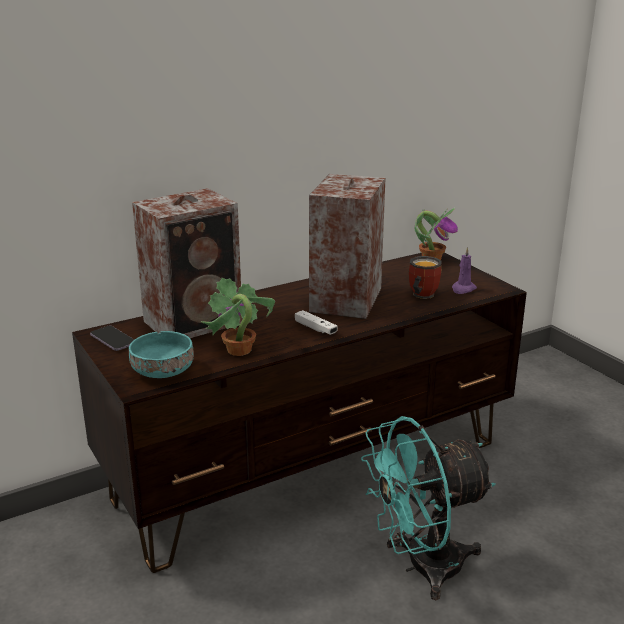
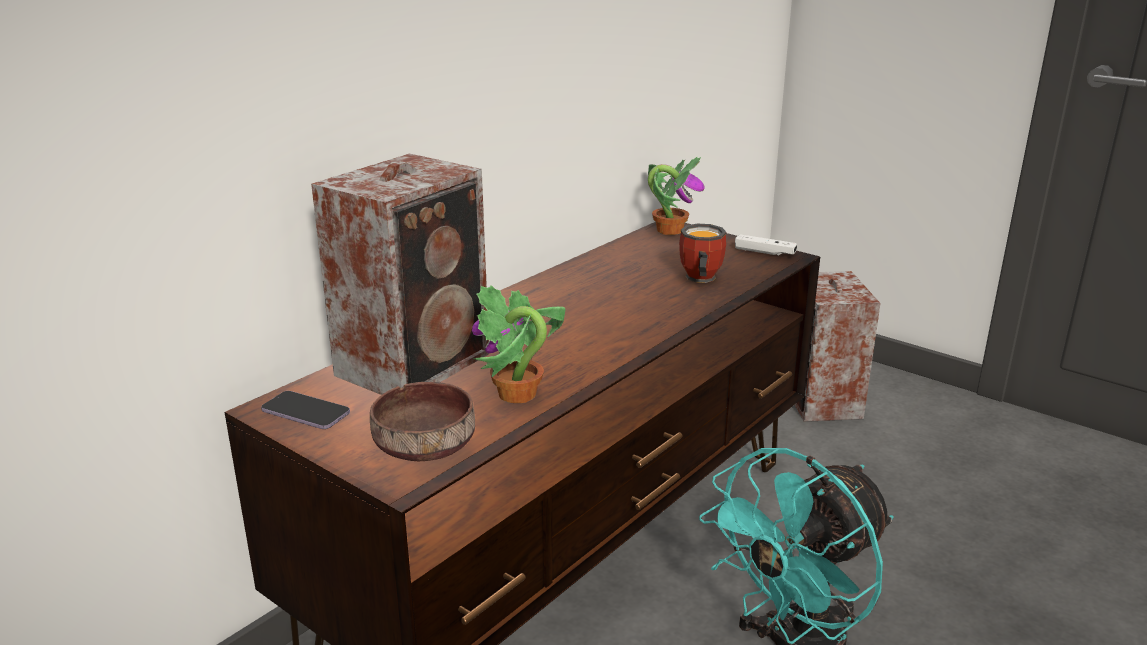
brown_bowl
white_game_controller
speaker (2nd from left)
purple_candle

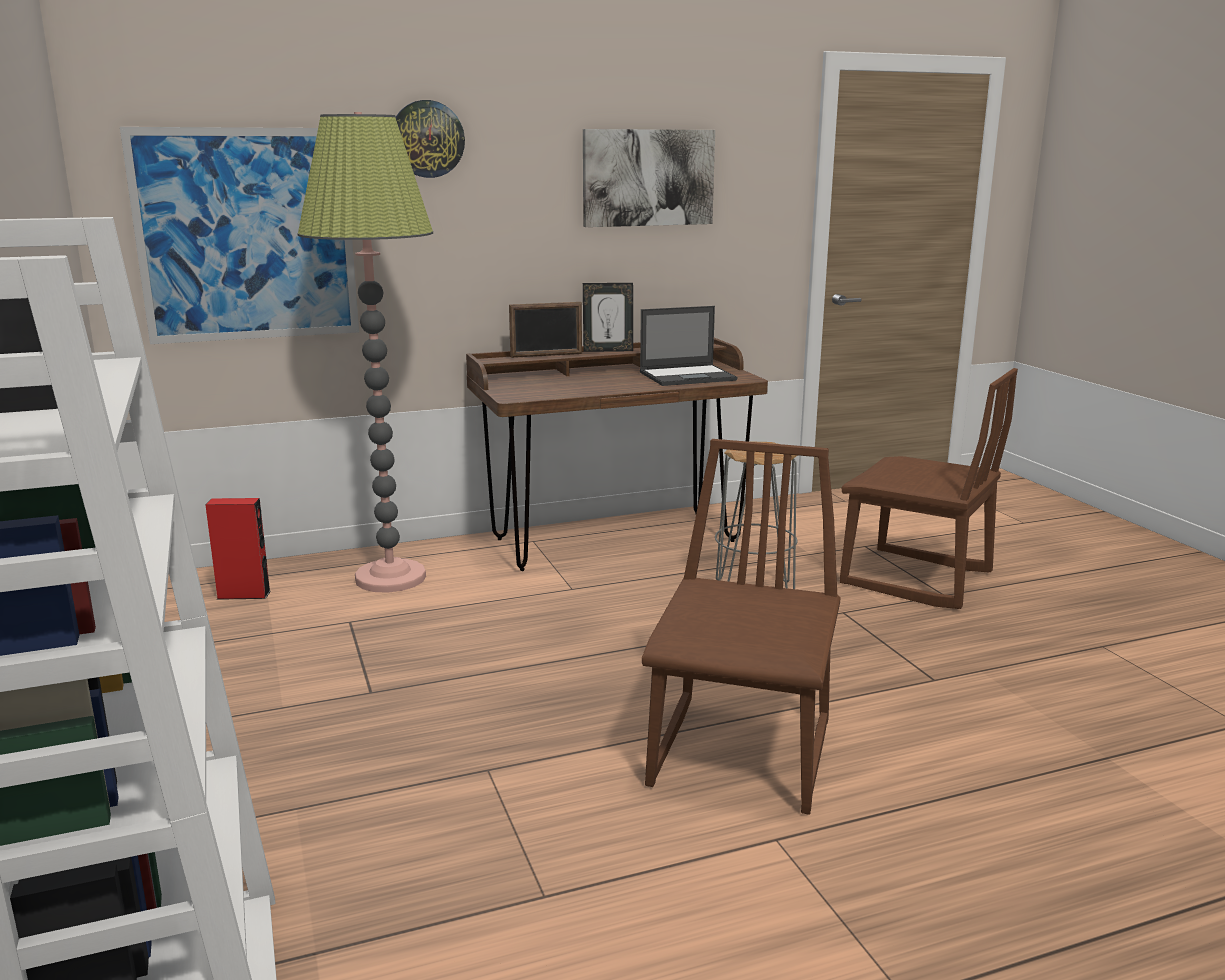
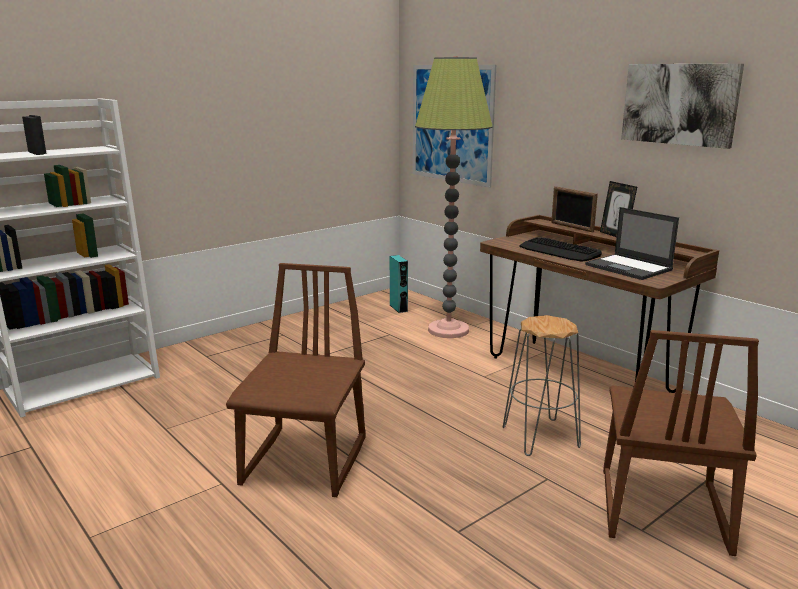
brown_chair (1st from left)
turquoise_speaker
keyboard
wall_clock

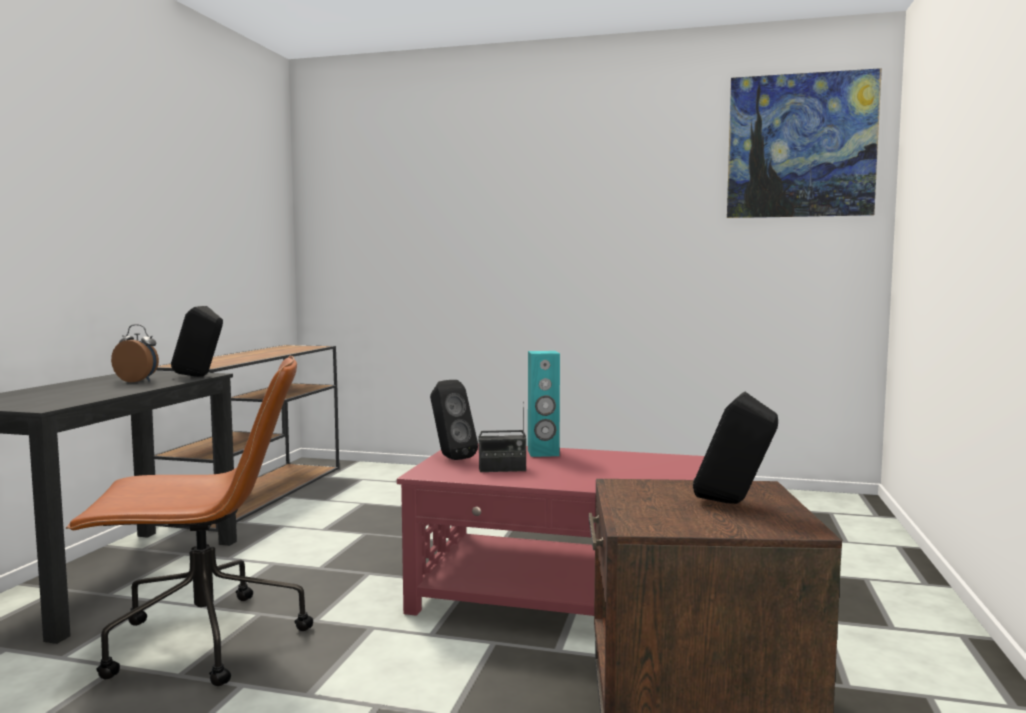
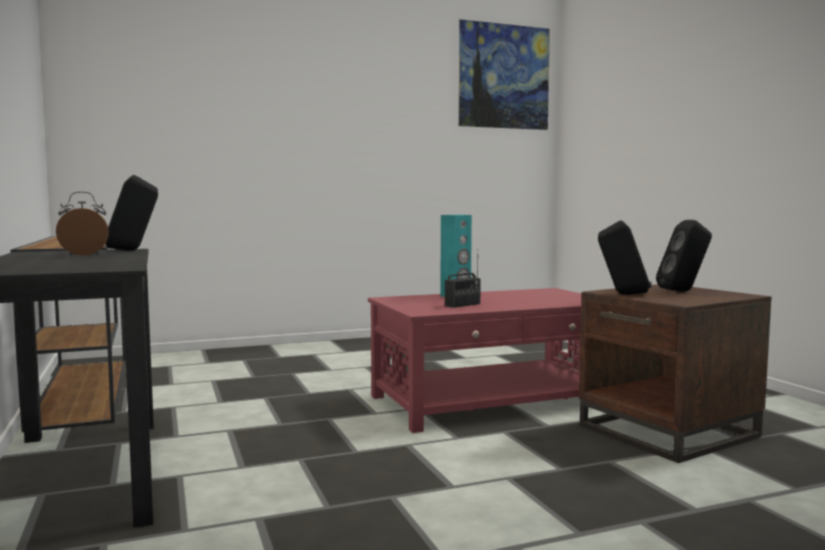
black_speaker (2nd from left)
brown_office_chair

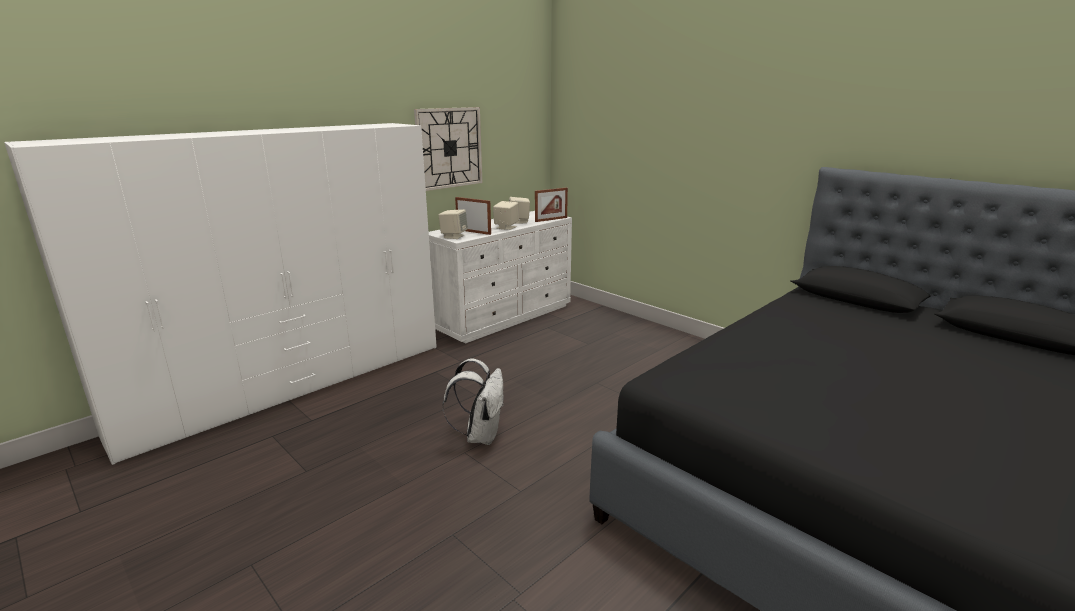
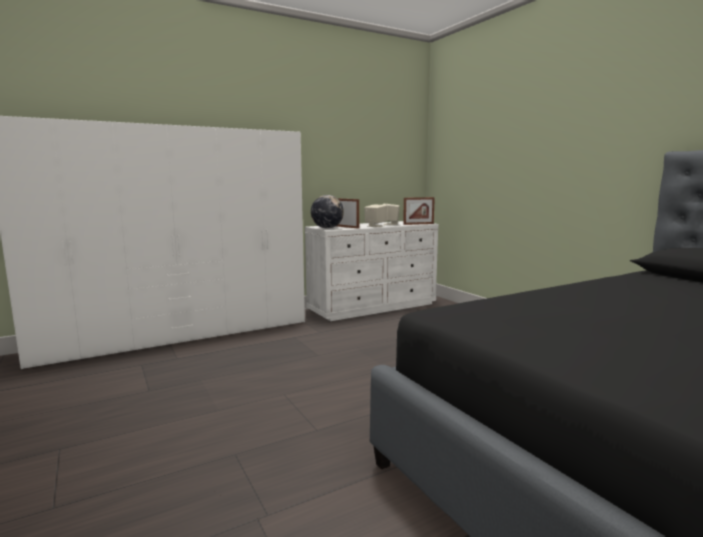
globe
wall_clock
white_backpack

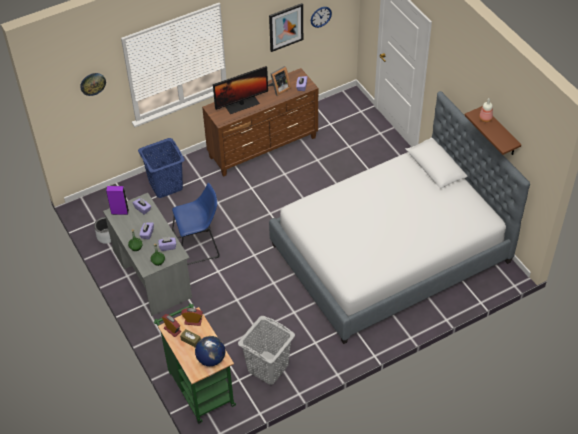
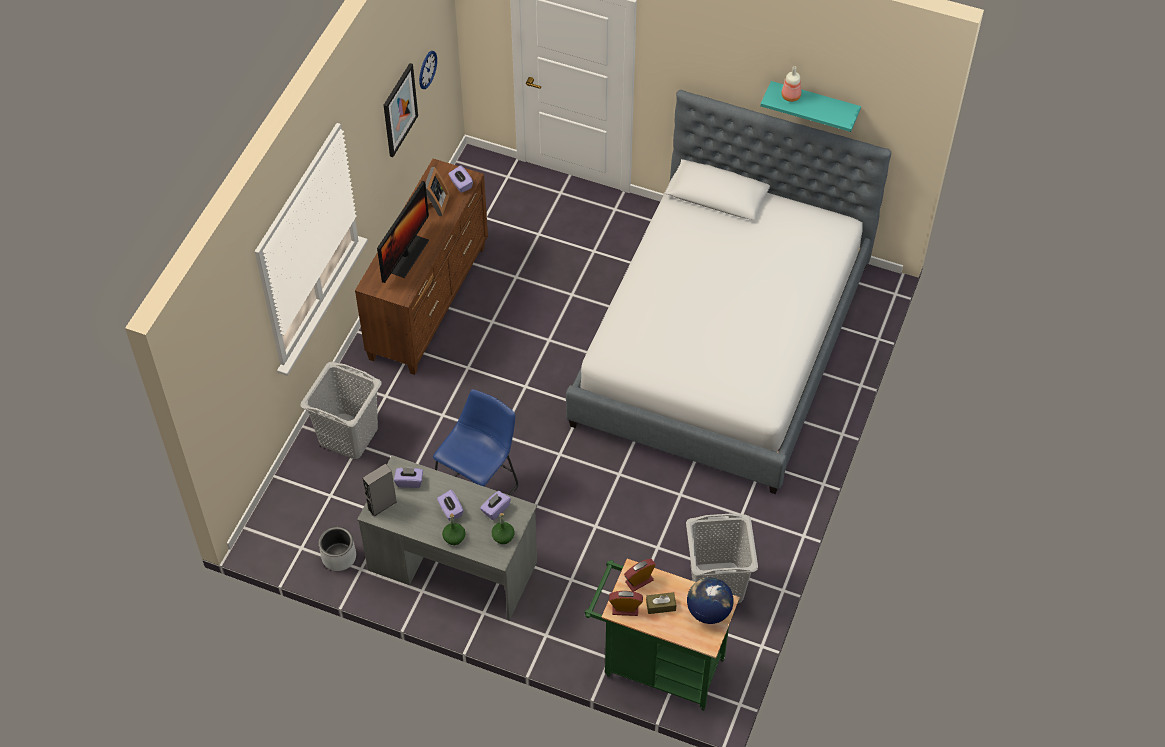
grey_laundry_basket (1st from left)
grey_speaker
turquoise_shelf
wall_clock (1st from left in the first image)

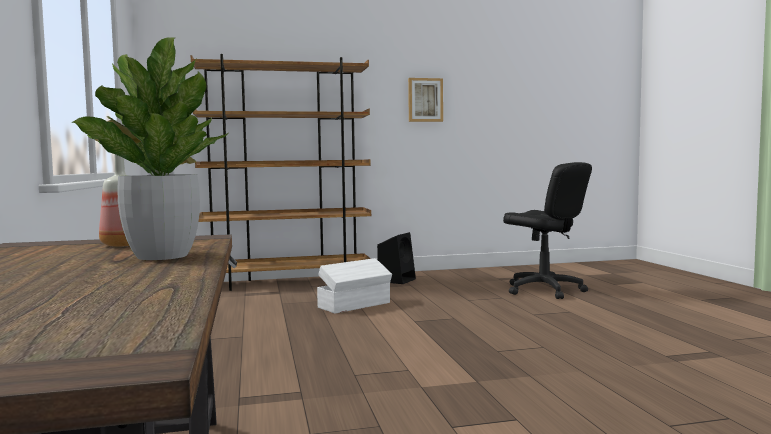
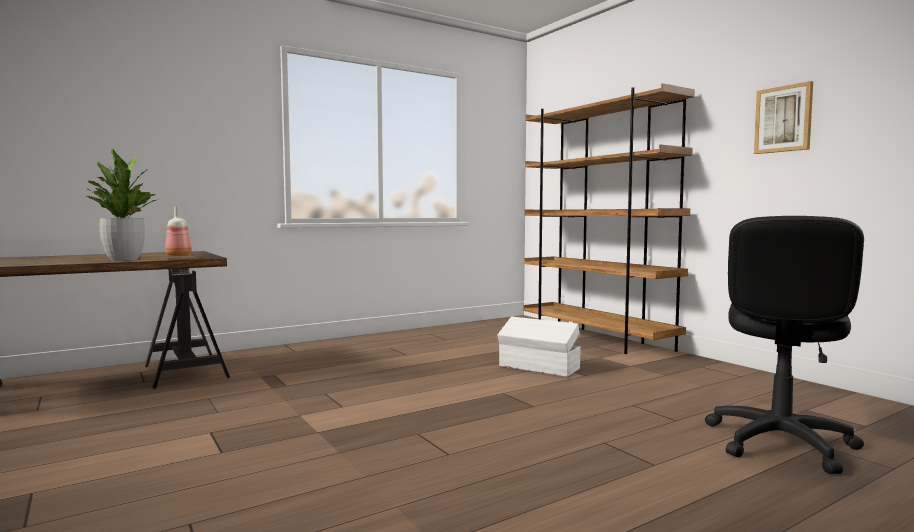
black_speaker

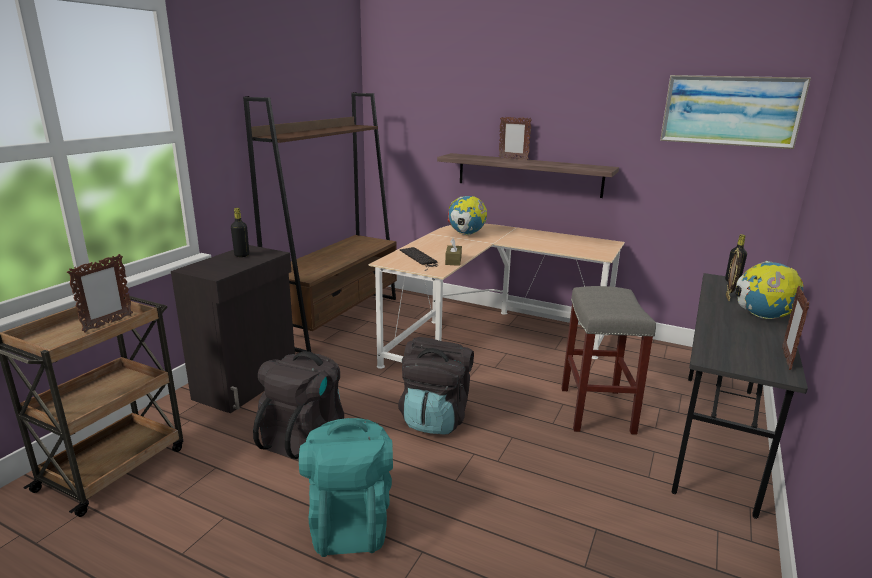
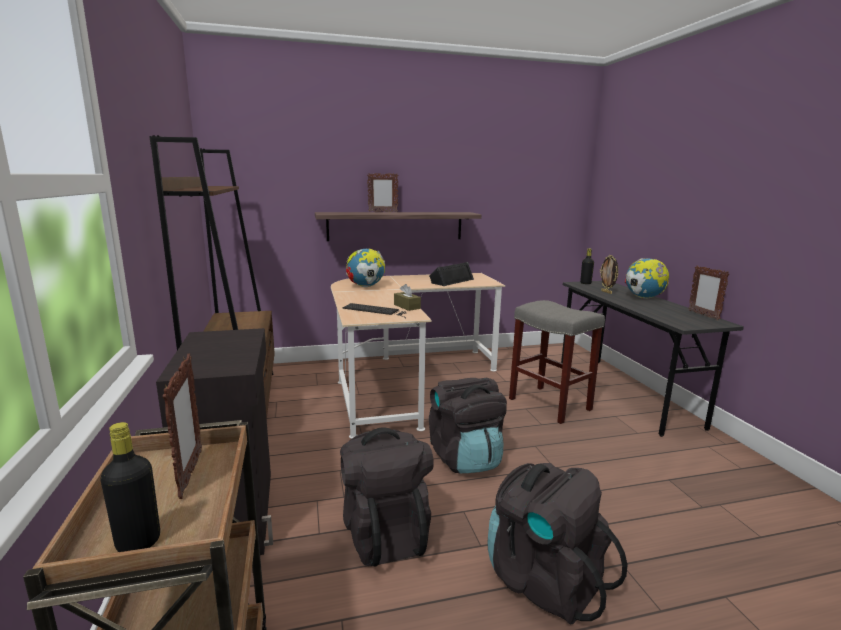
black_bottle (1st from left)
black_speaker
black_backpack (3rd from left)
picture

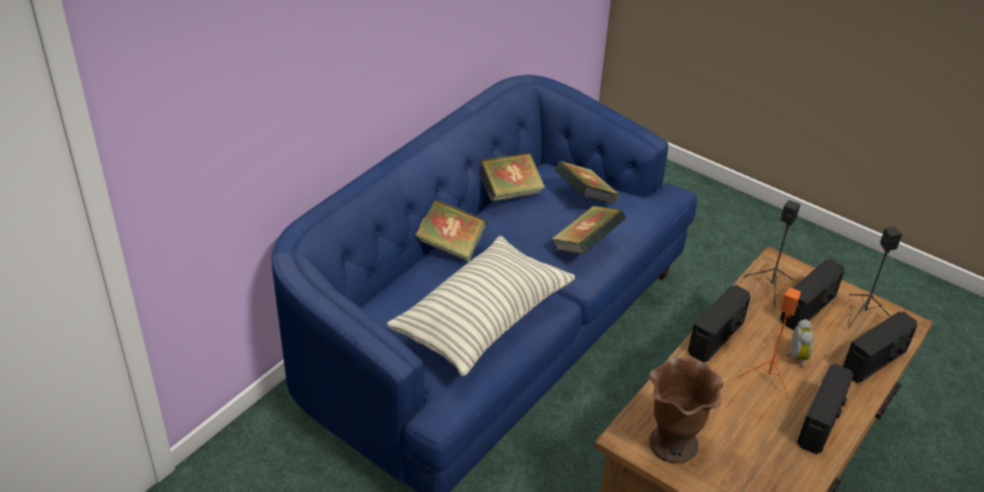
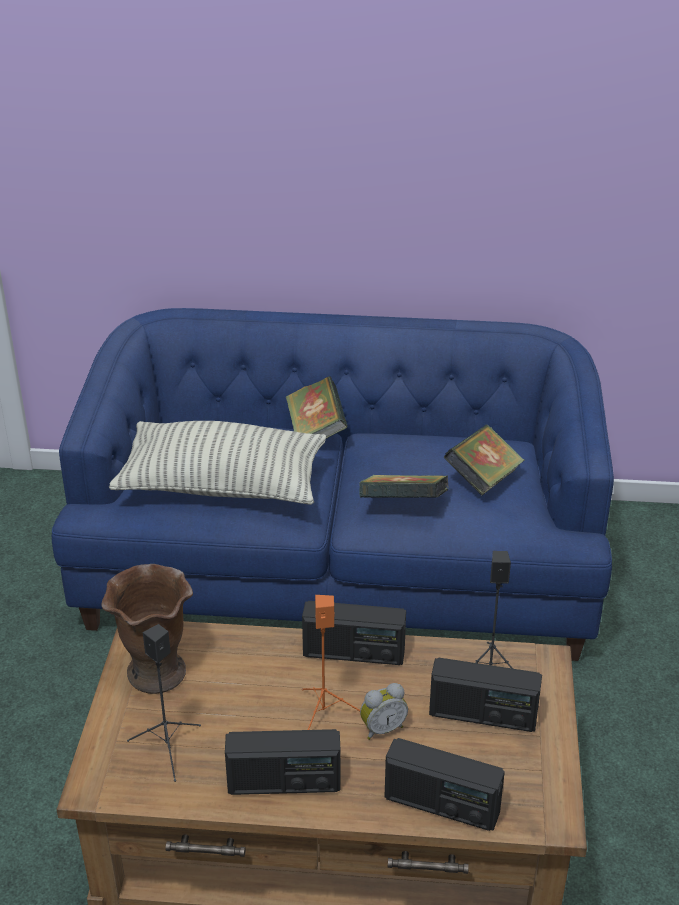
black_speaker (1st from left)
book (2nd from left in the first image)

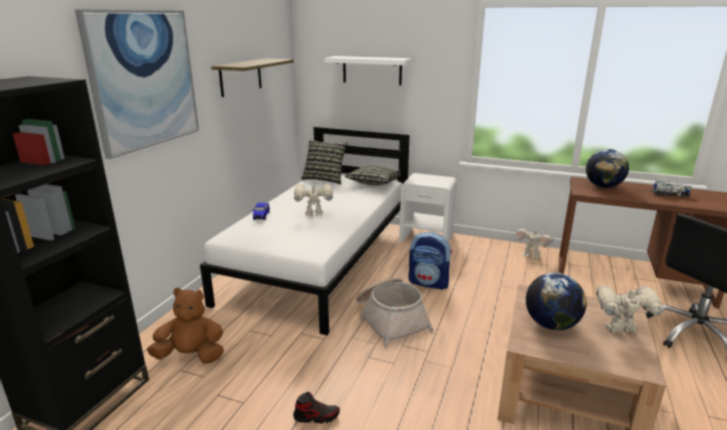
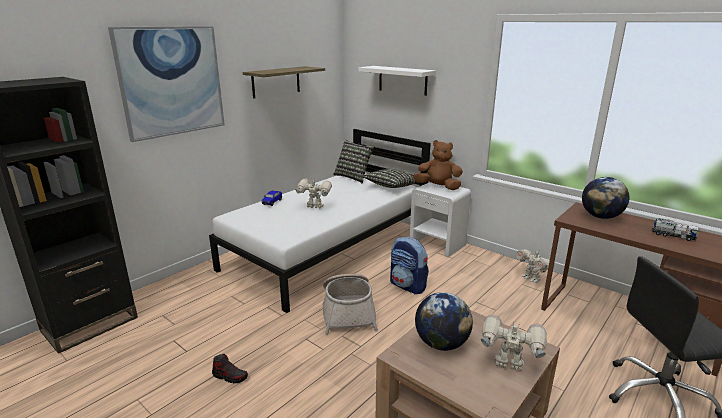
brown_plush_toy

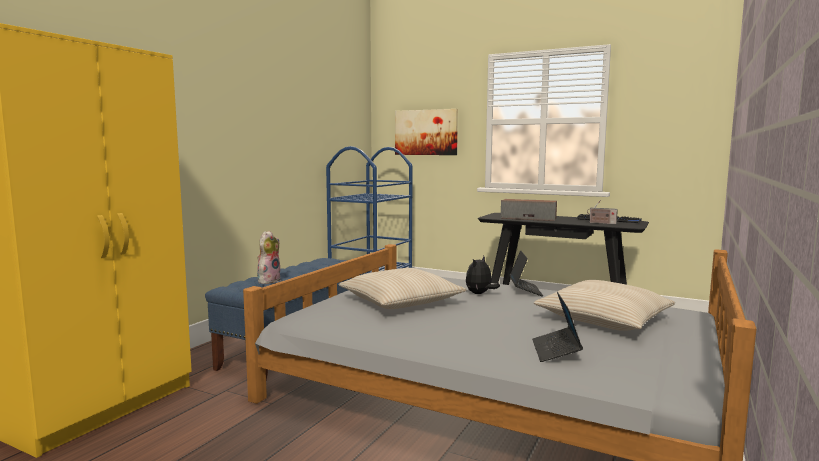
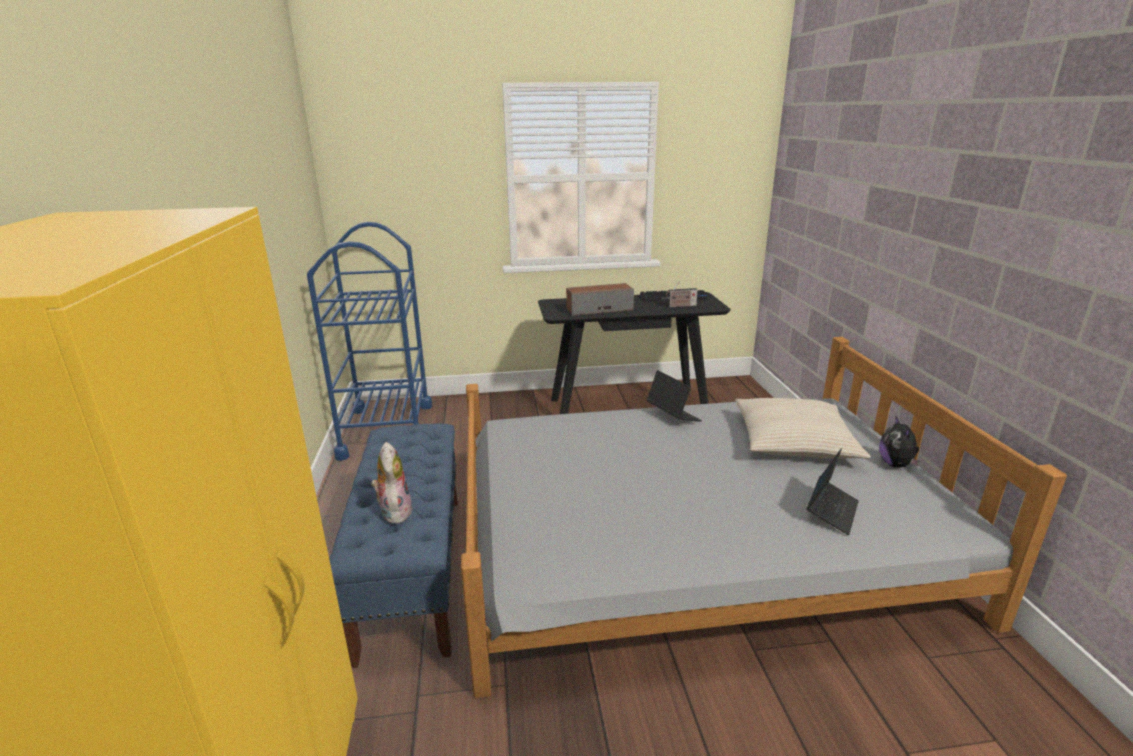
laptop (2nd from left)
plush_toy (2nd from left)
beige_pillow (1st from left in the first image)
picture

